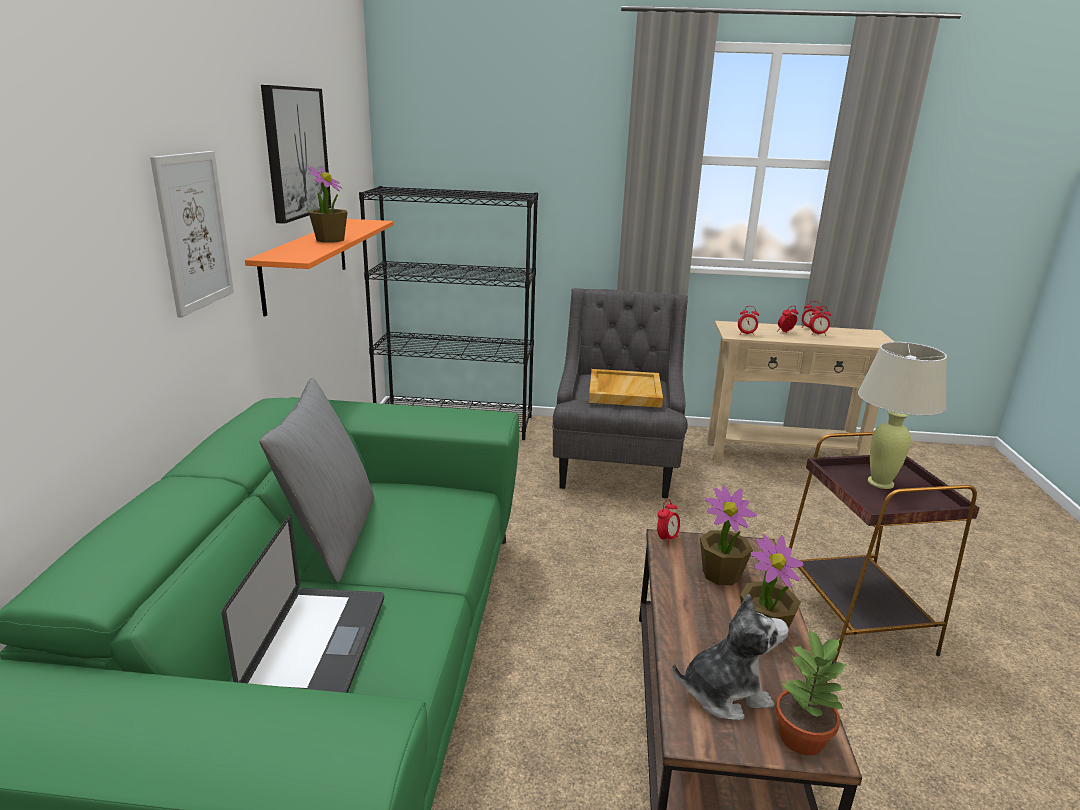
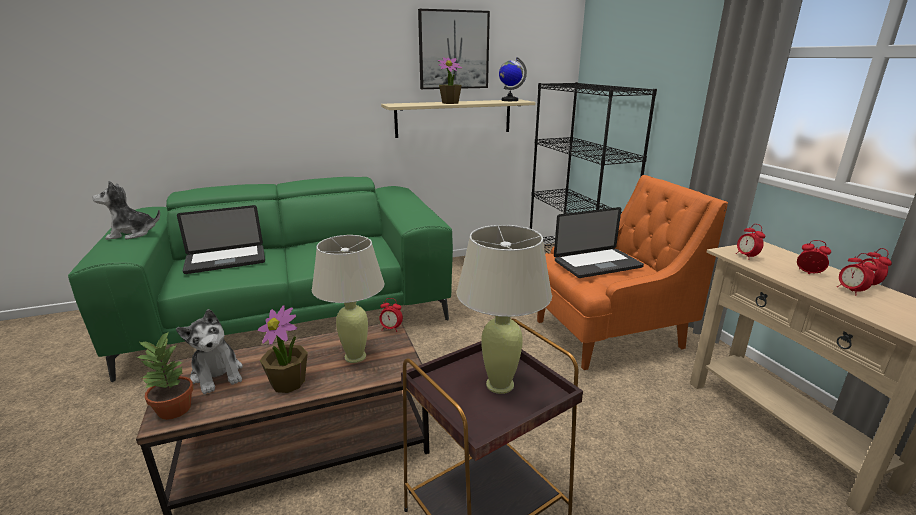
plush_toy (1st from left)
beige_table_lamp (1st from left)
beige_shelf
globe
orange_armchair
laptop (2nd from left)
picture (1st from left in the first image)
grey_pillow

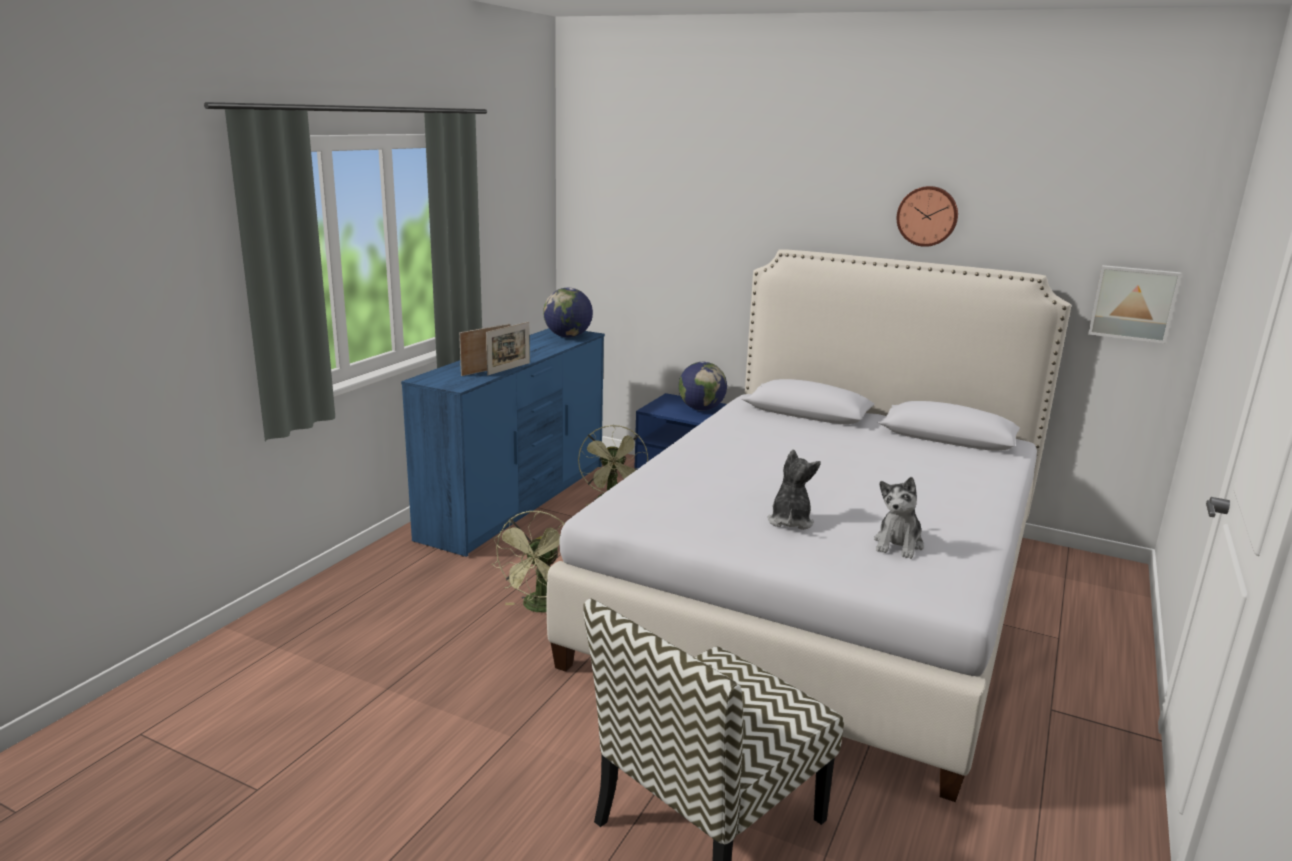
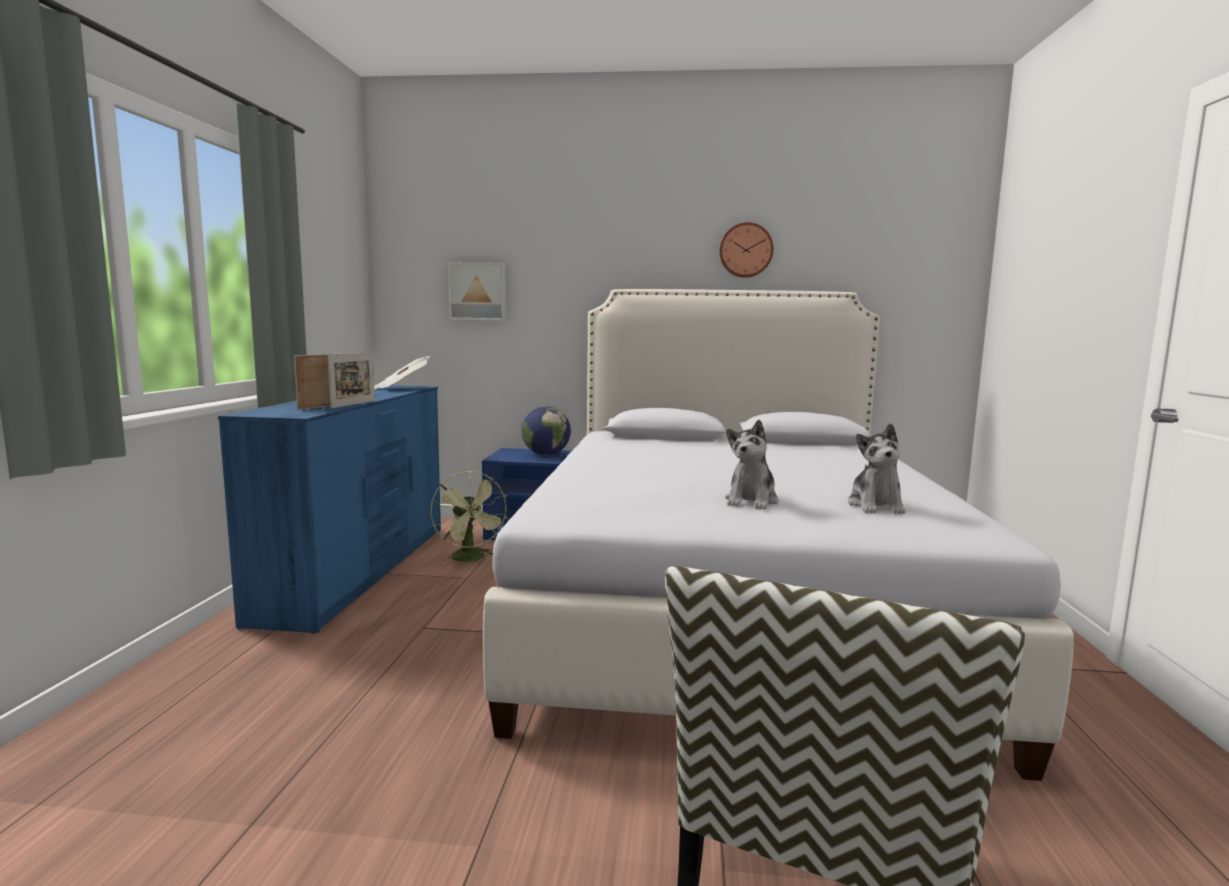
newspaper
picture
plush_toy (1st from left)
green_fan (1st from left in the first image)

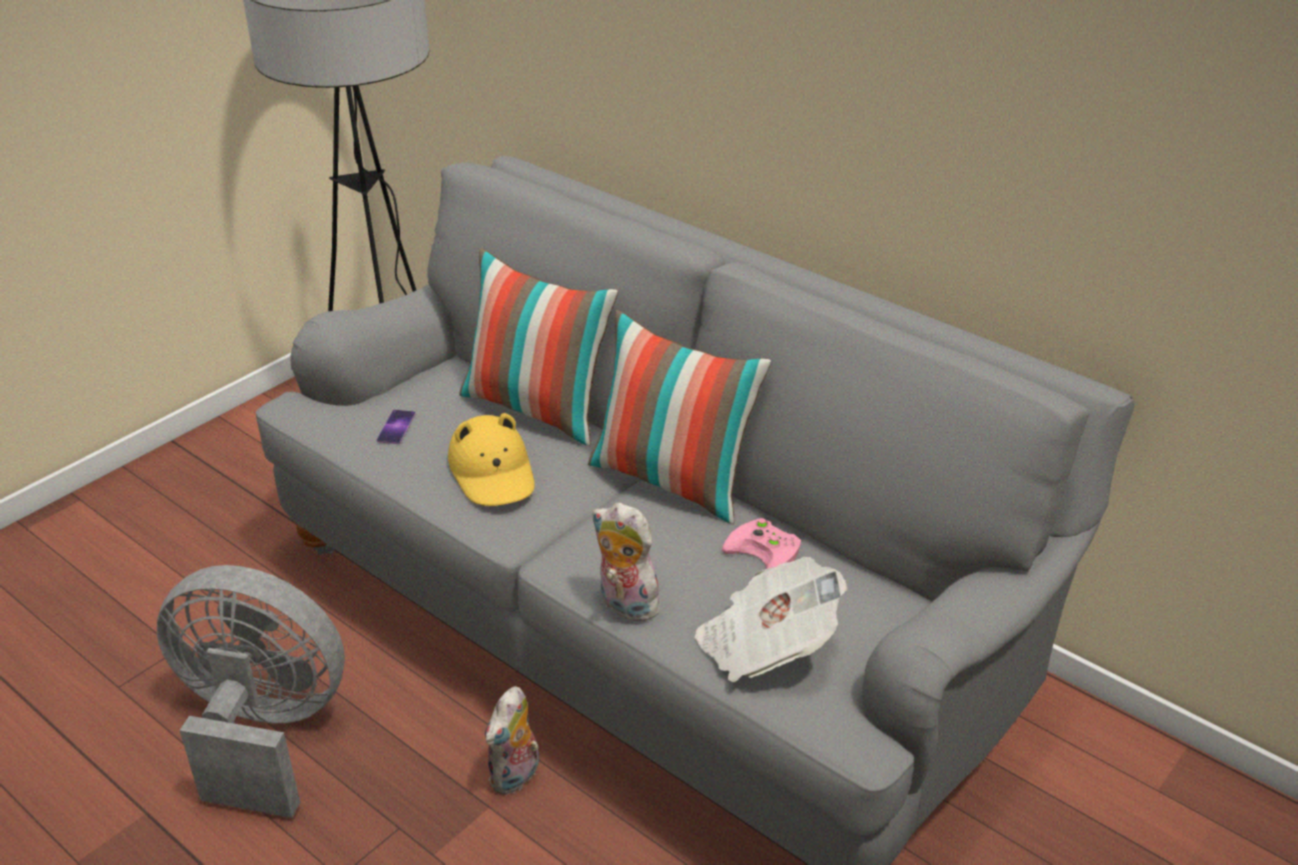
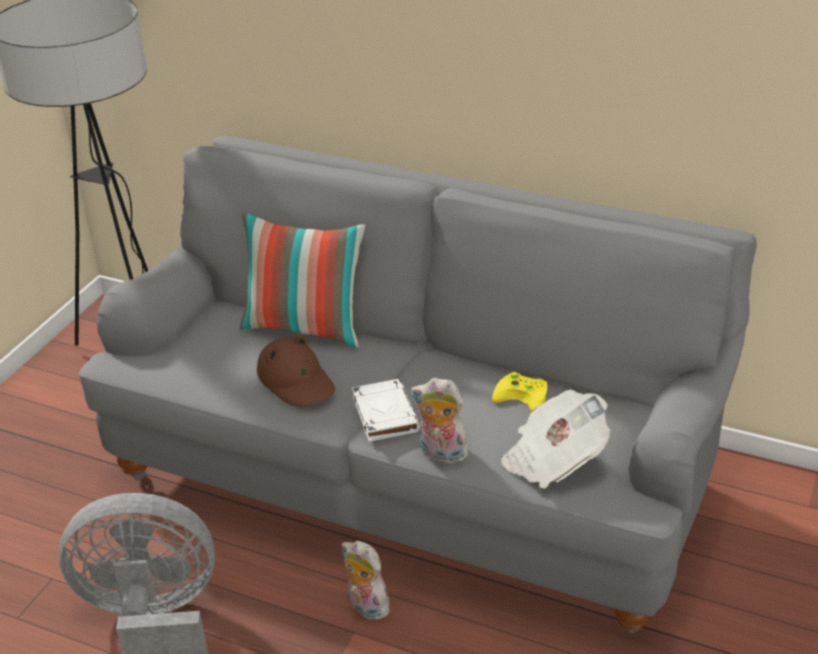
brown_hat
plush_toy (1st from left)
white_book
yellow_game_controller
phone
pillow (2nd from left in the first image)

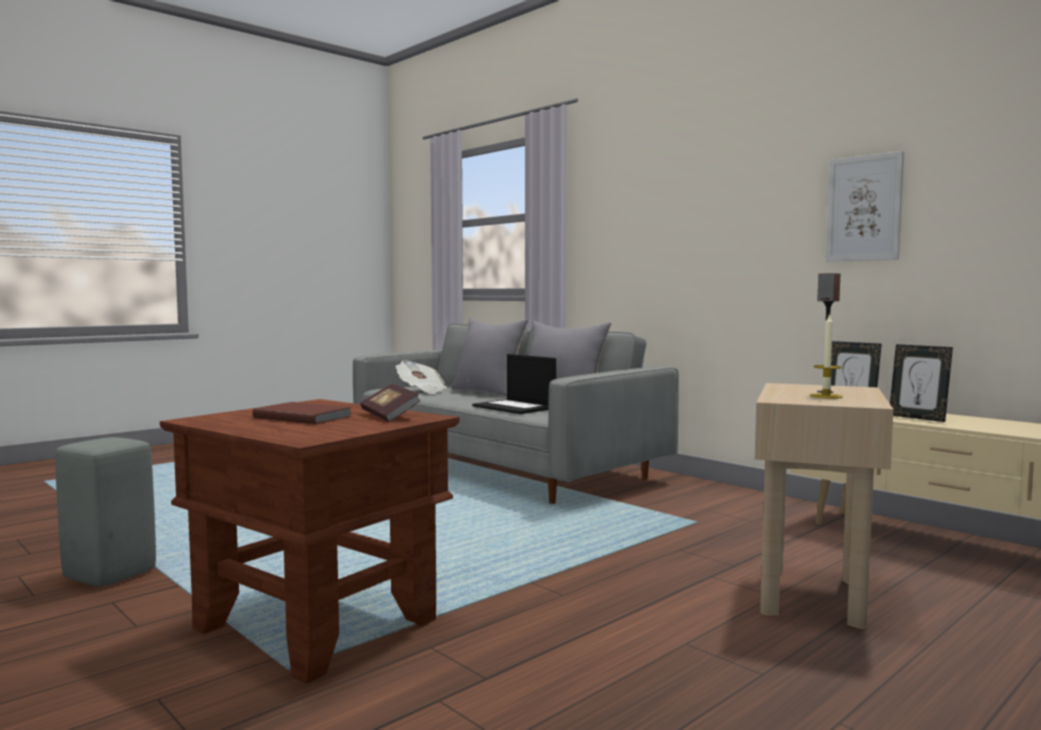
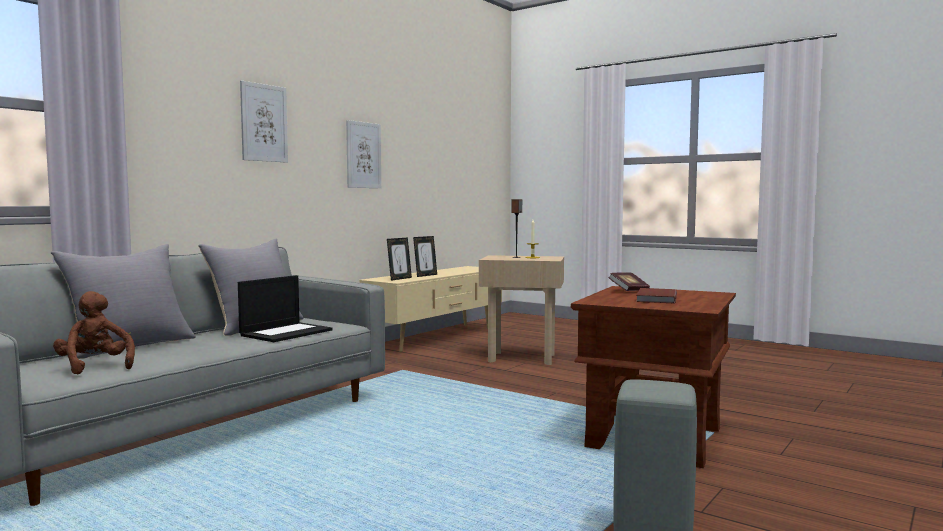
brown_plush_toy
picture (1st from left)

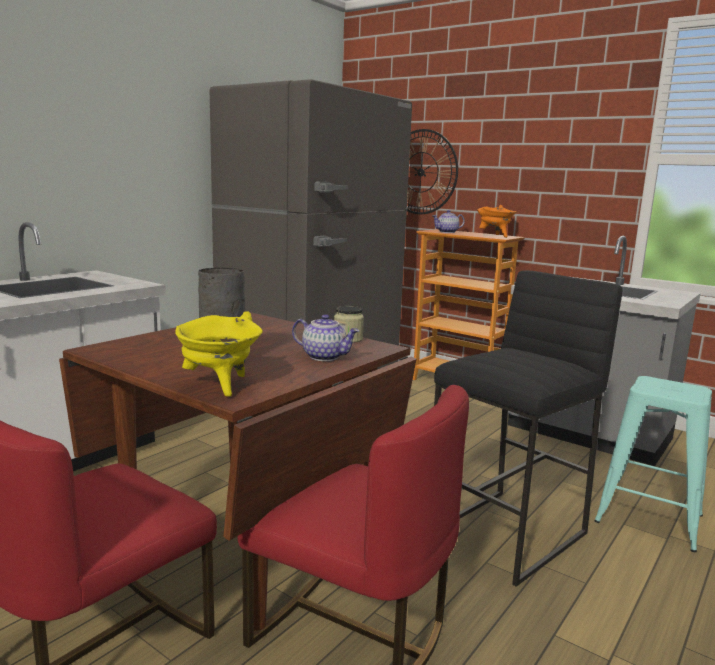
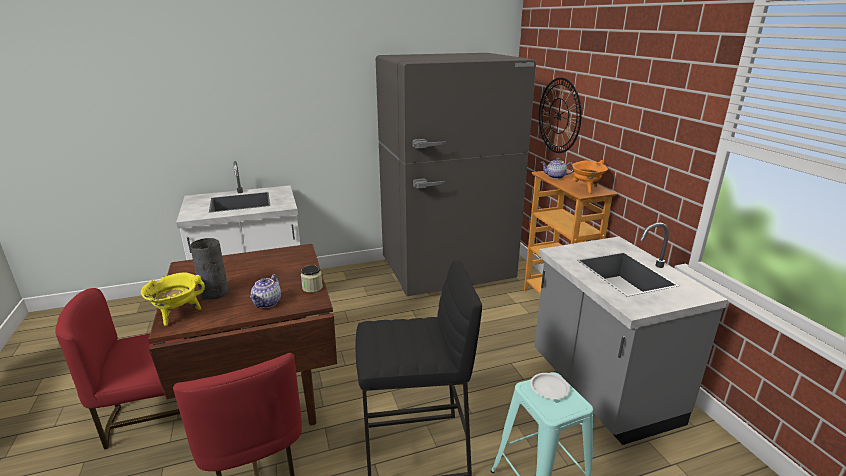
teapot (1st from left)
white_plate

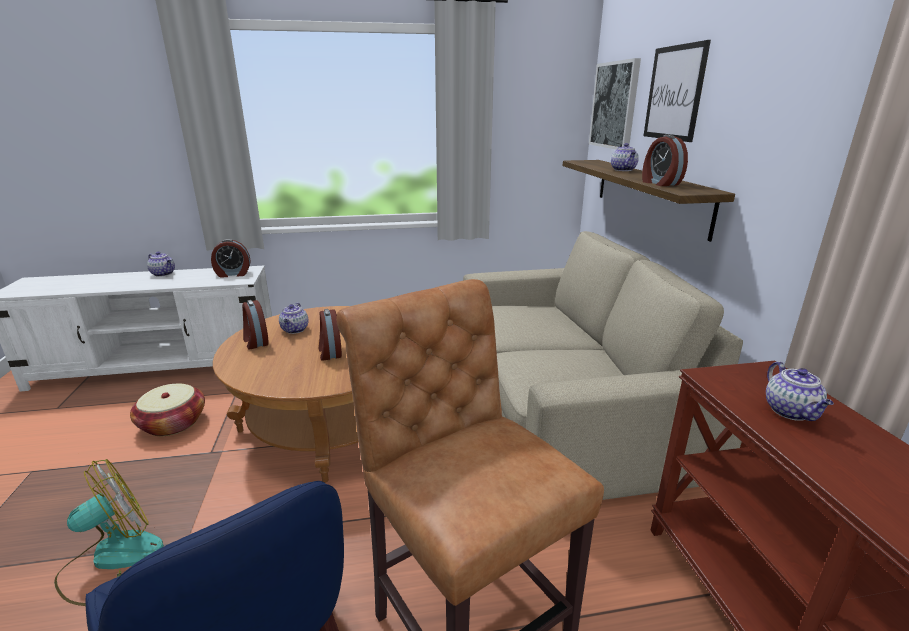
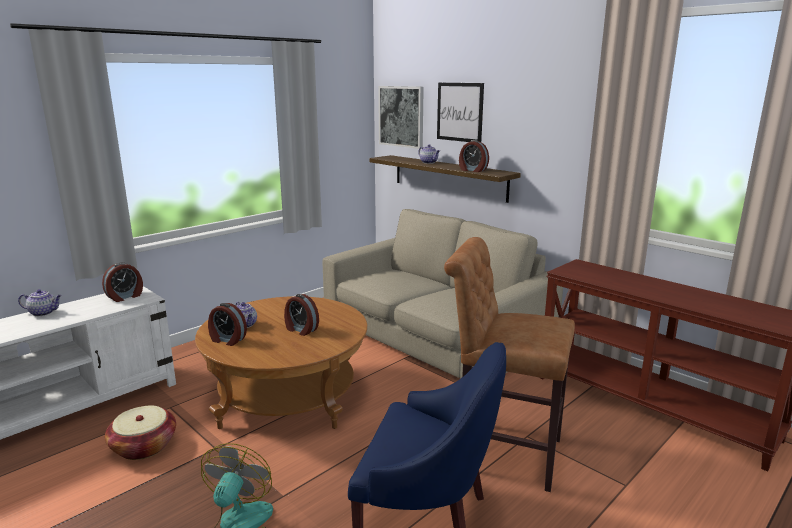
teapot (4th from left in the first image)

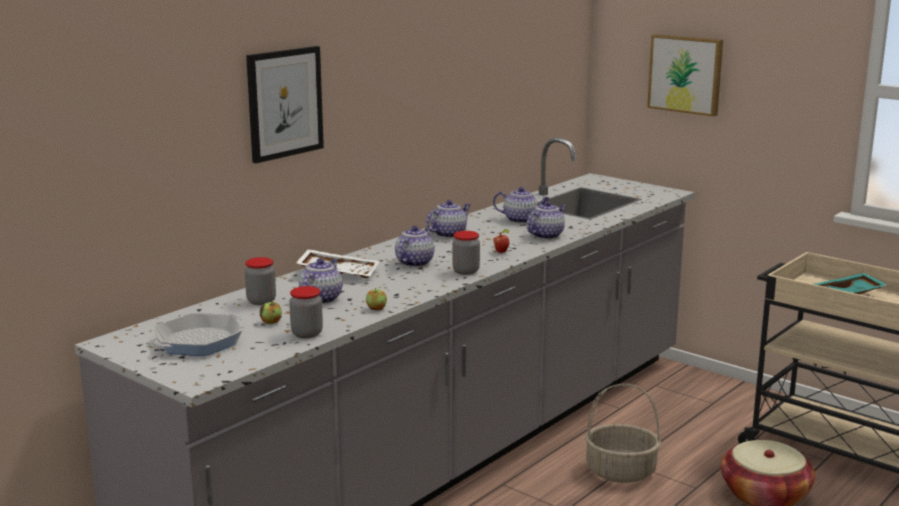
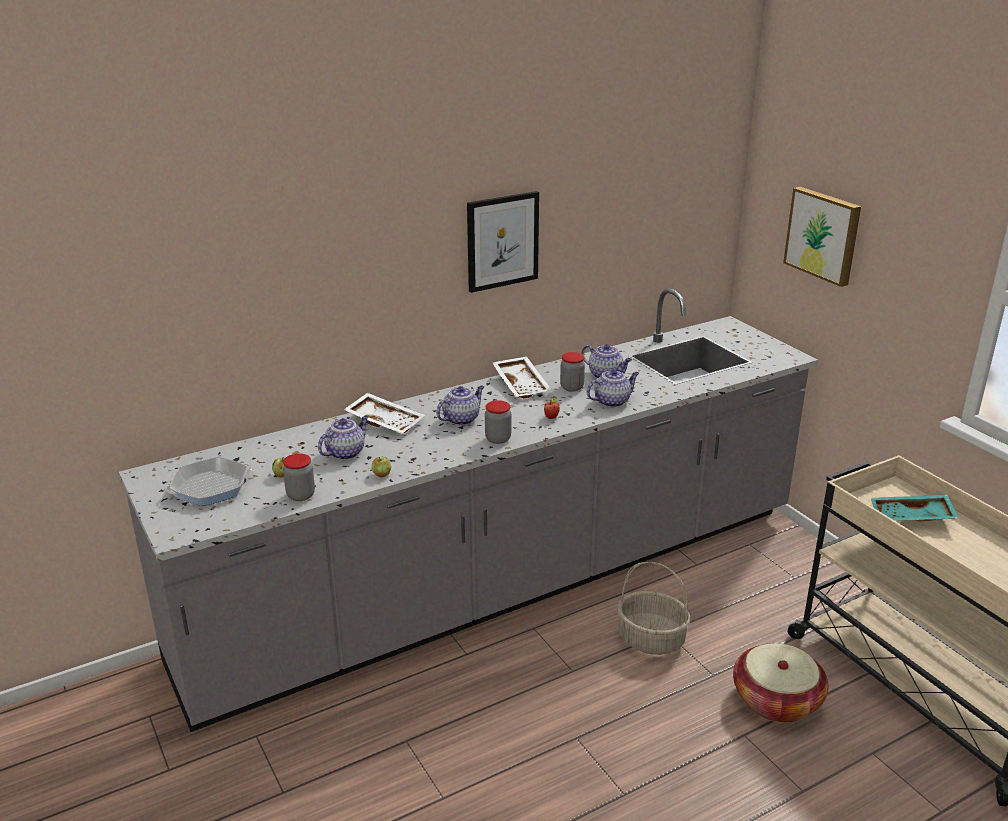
picture (1st from left)
white_tray (2nd from left)
jar (3rd from left)

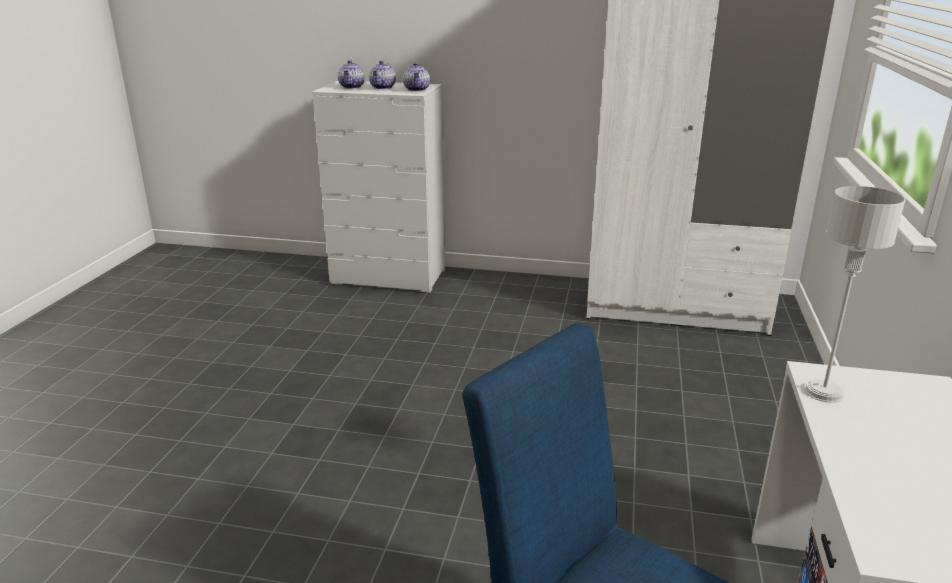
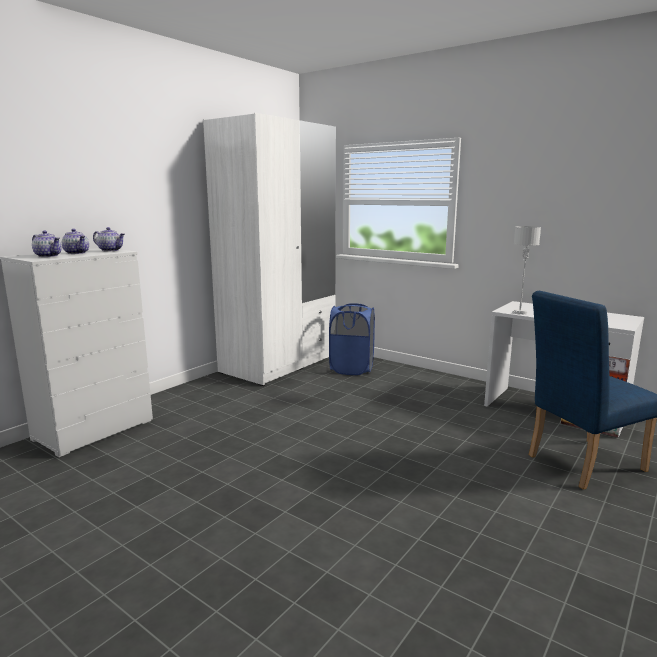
blue_laundry_basket

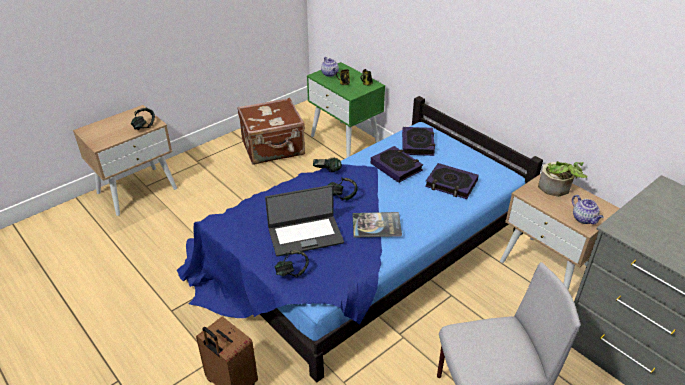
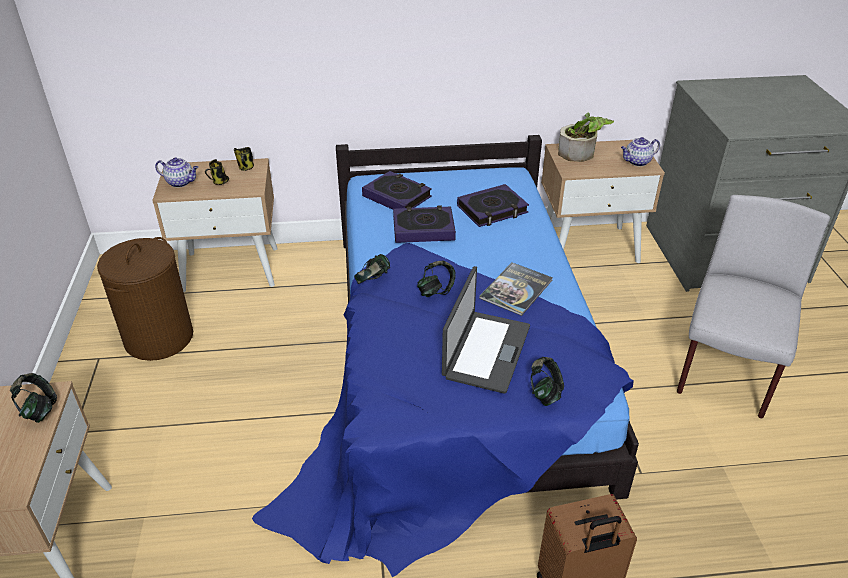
brown_laundry_basket
beige_nightstand (2nd from left)
teapot (2nd from left)

